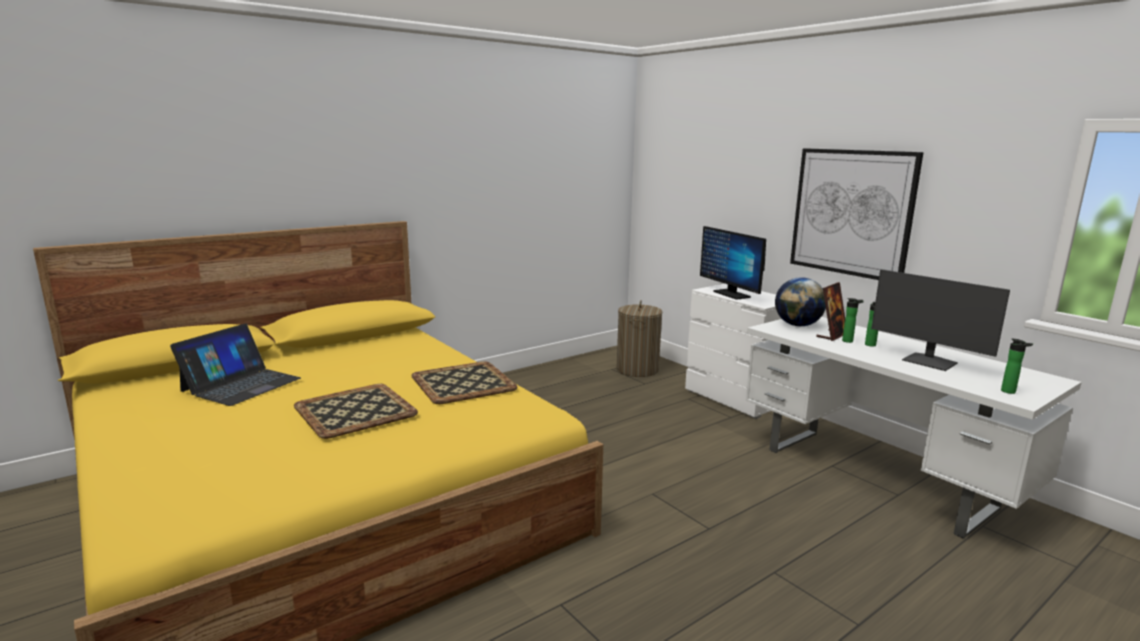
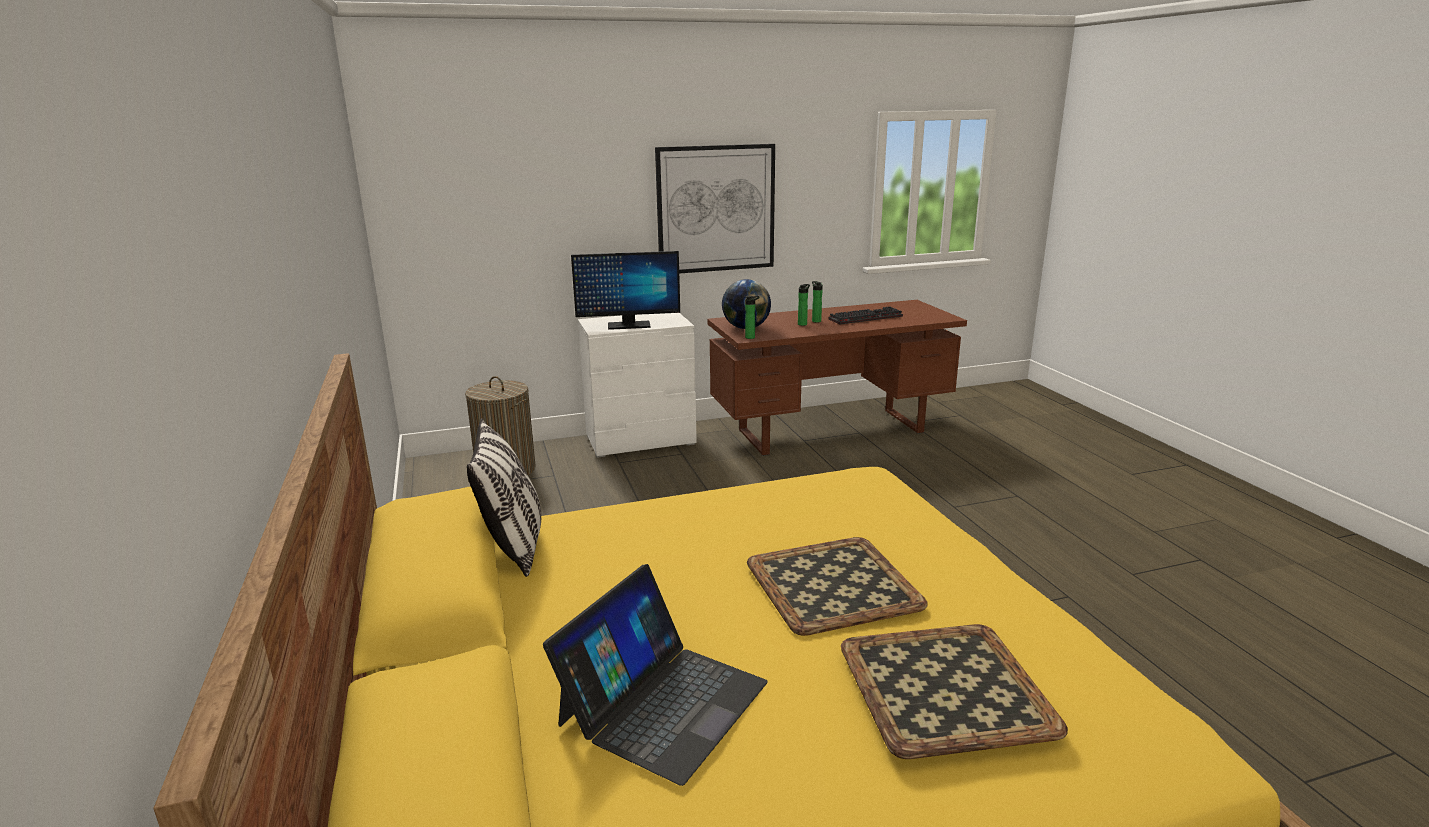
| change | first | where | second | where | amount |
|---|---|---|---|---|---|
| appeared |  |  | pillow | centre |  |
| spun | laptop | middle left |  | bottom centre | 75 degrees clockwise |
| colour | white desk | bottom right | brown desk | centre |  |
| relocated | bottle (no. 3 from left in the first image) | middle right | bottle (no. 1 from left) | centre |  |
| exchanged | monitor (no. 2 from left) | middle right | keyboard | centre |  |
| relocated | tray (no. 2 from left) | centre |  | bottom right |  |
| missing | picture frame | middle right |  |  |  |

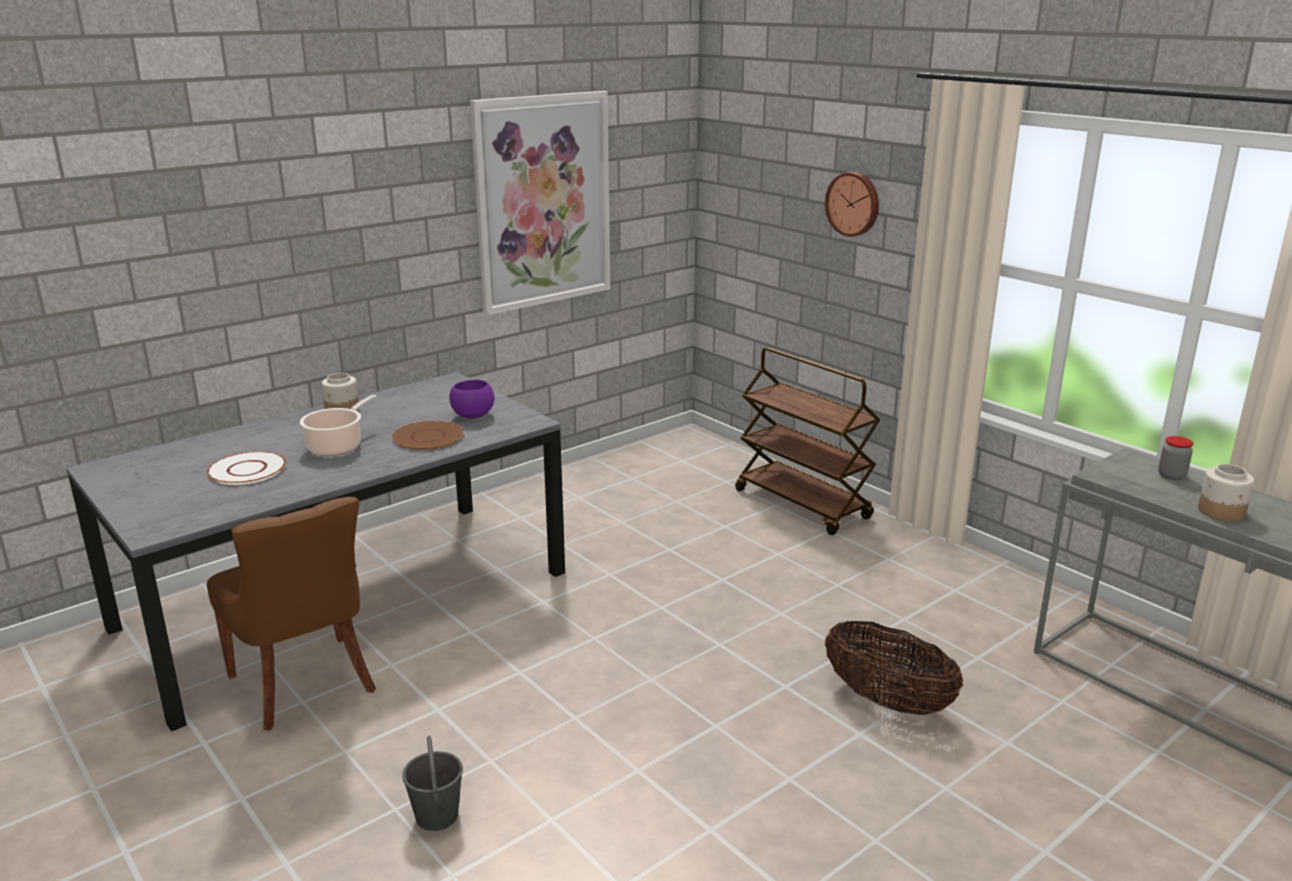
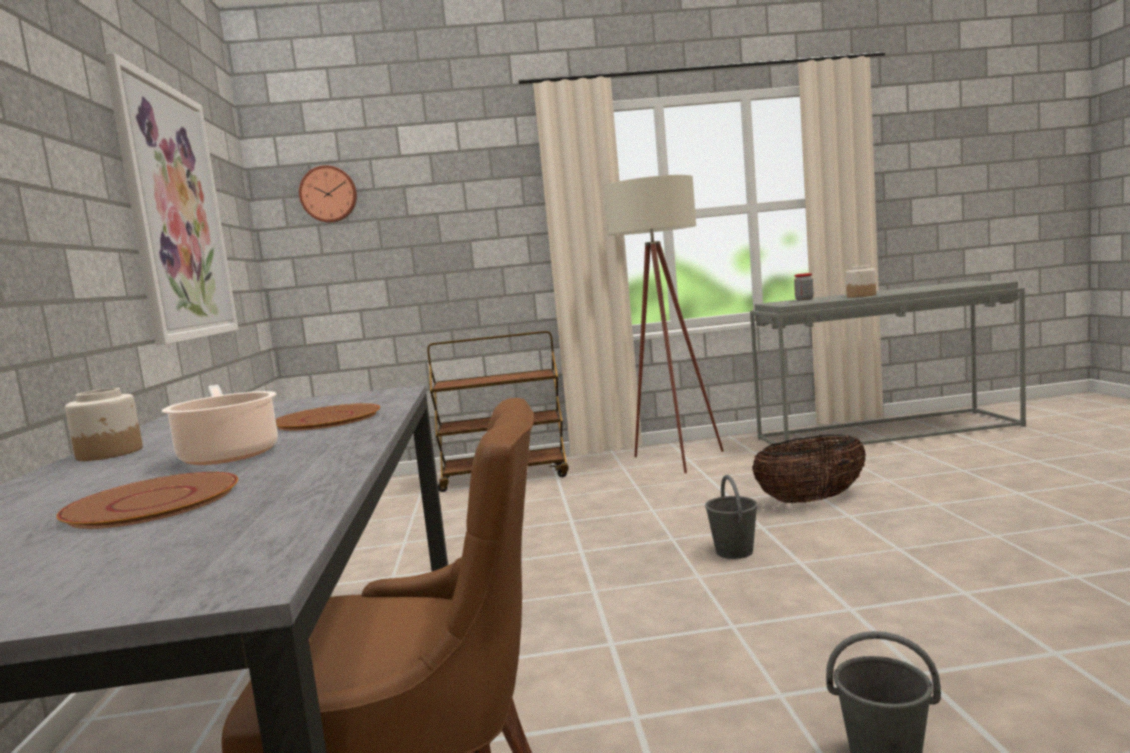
| change | first | where | second | where | amount |
|---|---|---|---|---|---|
| colour | white plate | middle left | brown plate (no. 1 from left) | middle left |  |
| relocated | wall clock | top centre |  | top left |  |
| appeared |  |  | beige floor lamp | centre |  |
| appeared |  |  | grey bucket (no. 1 from left) | bottom centre |  |
| missing | purple bowl | centre |  |  |  |

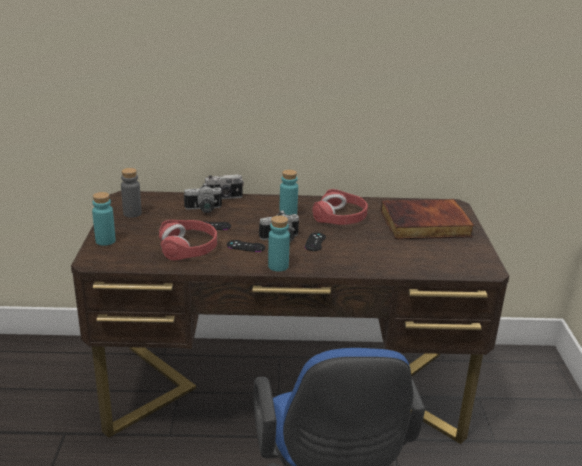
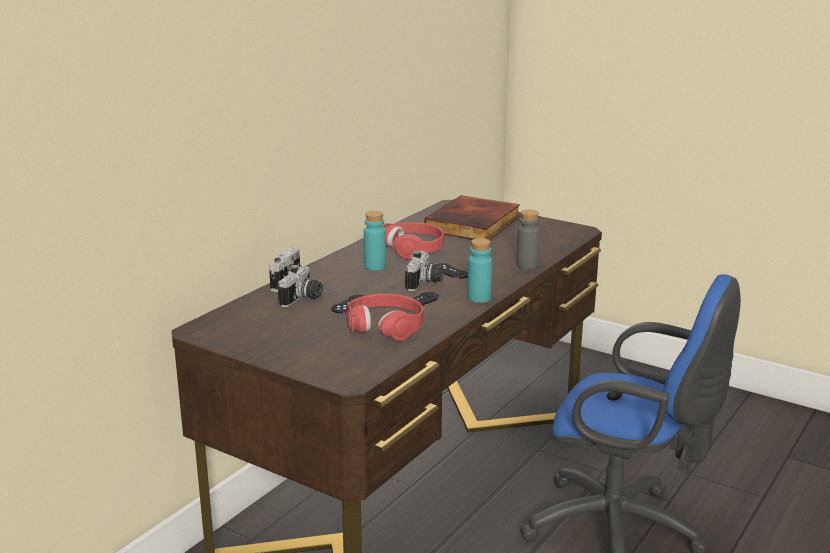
| change | first | where | second | where | amount |
|---|---|---|---|---|---|
| relocated | grey bottle | middle left |  | centre |  |
| missing | turquoise bottle (no. 1 from left) | middle left |  |  |  |

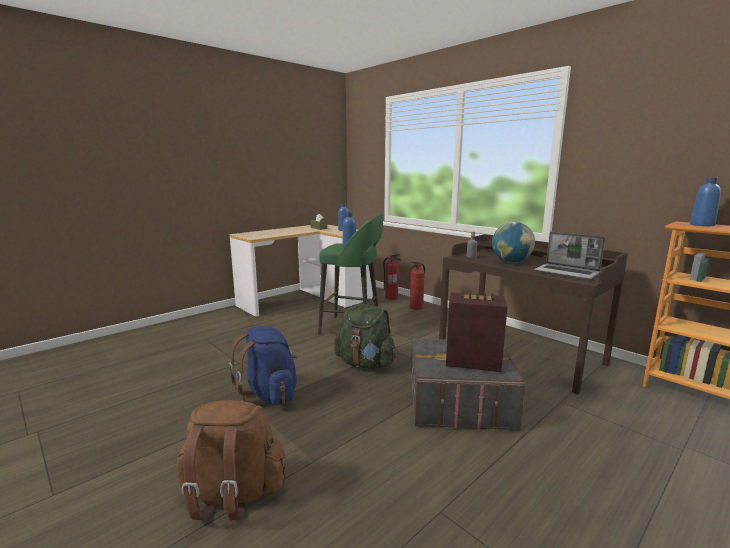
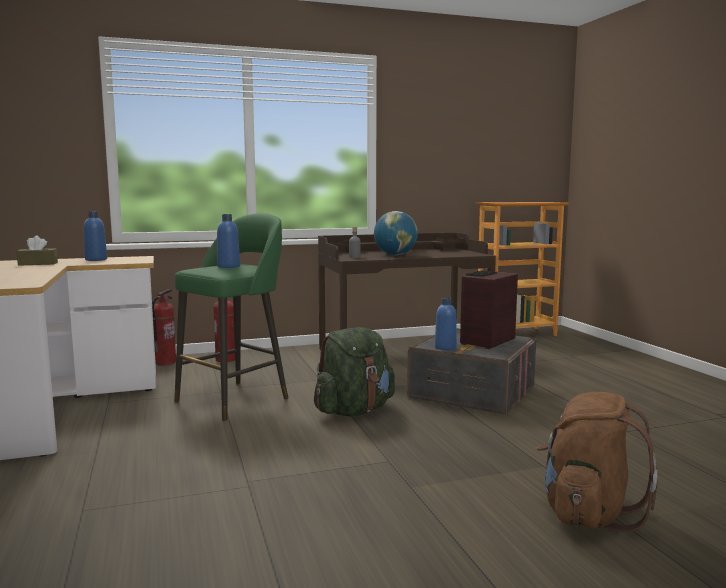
| change | first | where | second | where | amount |
|---|---|---|---|---|---|
| relocated | blue bottle (no. 3 from left) | middle right |  | centre |  |
| missing | blue backpack | centre |  |  |  |
| missing | laptop | middle right |  |  |  |

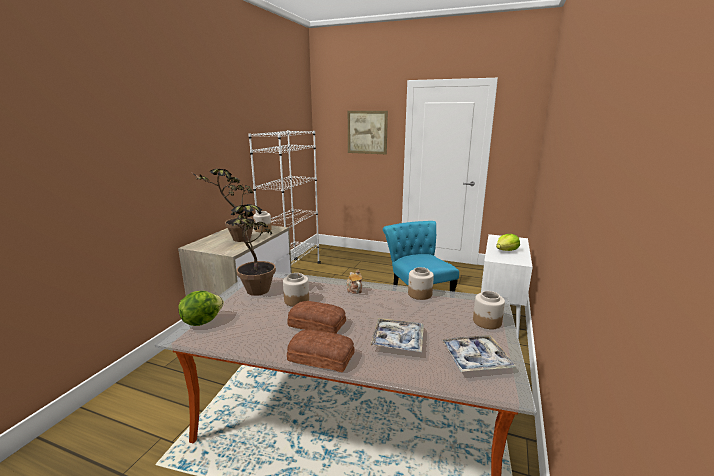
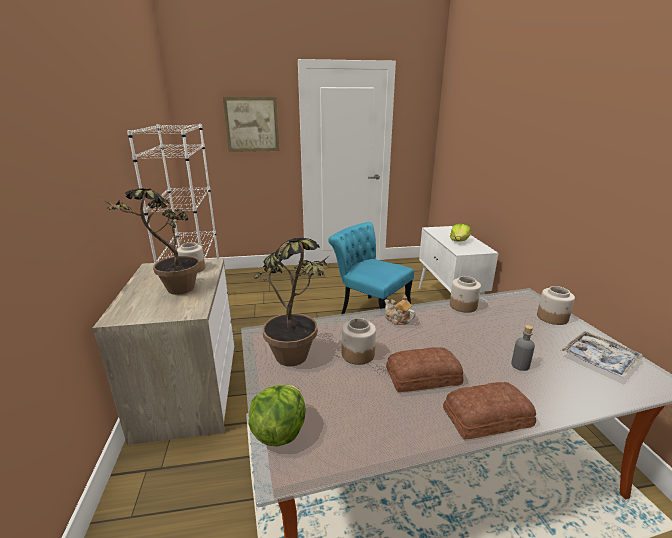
| change | first | where | second | where | amount |
|---|---|---|---|---|---|
| exchanged | tray (no. 1 from left) | bottom centre | grey bottle | middle right |  |

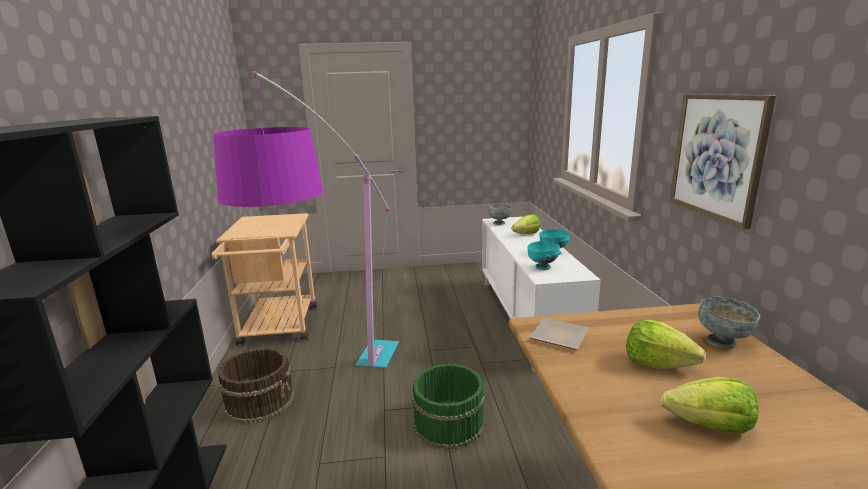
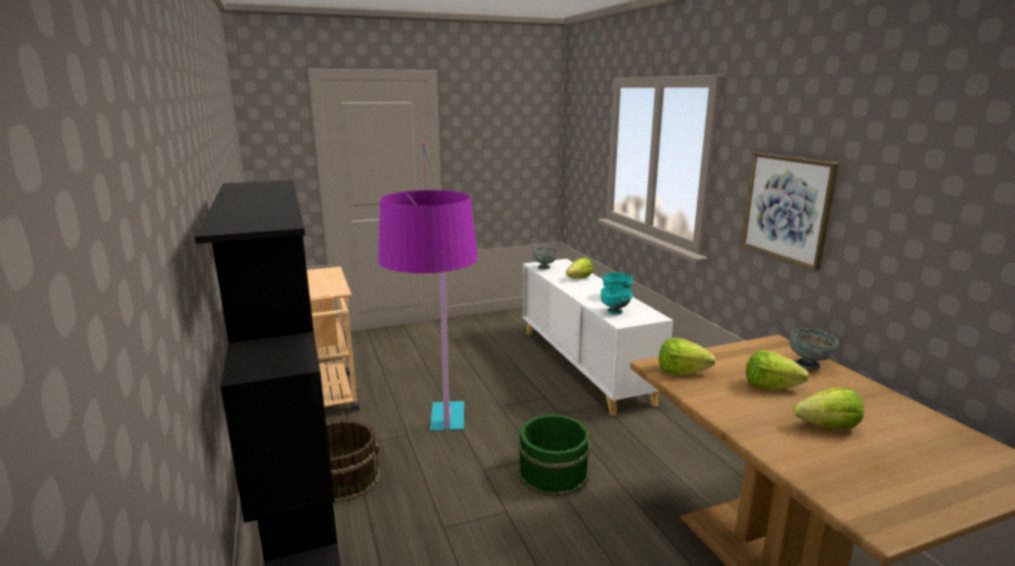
| change | first | where | second | where | amount |
|---|---|---|---|---|---|
| exchanged | plate | bottom centre | lettuce (no. 2 from left) | middle right |  |

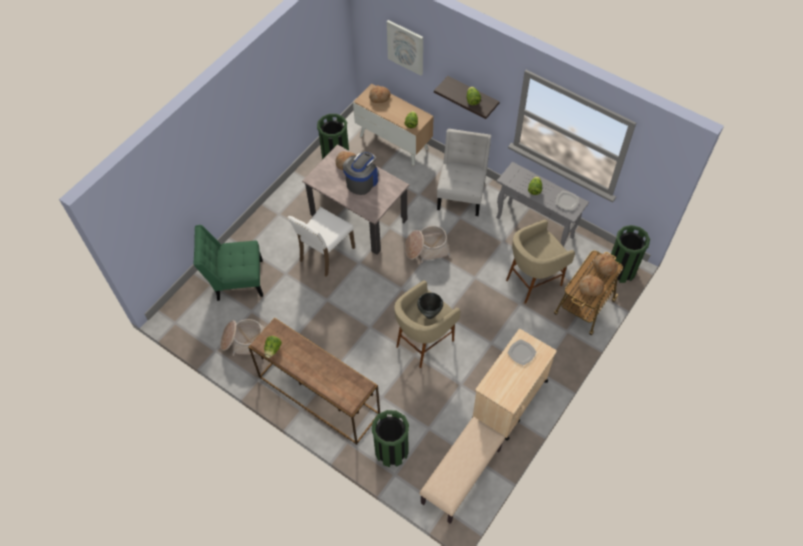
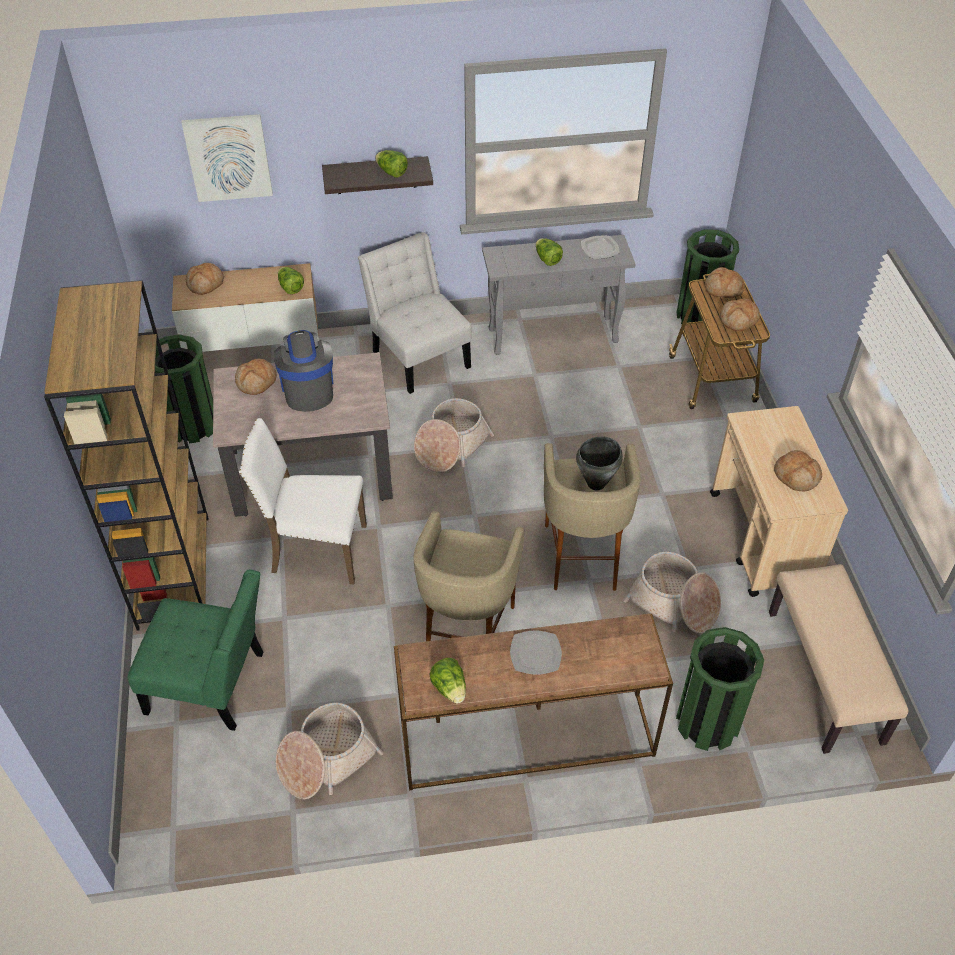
| change | first | where | second | where | amount |
|---|---|---|---|---|---|
| appeared |  |  | brown bookcase | middle left |  |
| spun | green chair | middle left |  | bottom left | 120 degrees counterclockwise |
| spun | white chair (no. 1 from left) | centre |  | middle left | 105 degrees clockwise |
| relocated | beige stool (no. 2 from left in the first image) | middle right | beige stool (no. 1 from left) | centre |  |
| relocated | plate (no. 1 from left) | centre |  | bottom centre |  |
| appeared |  |  | basket (no. 3 from left) | middle right |  |
| appeared |  |  | bread (no. 5 from left) | middle right |  |

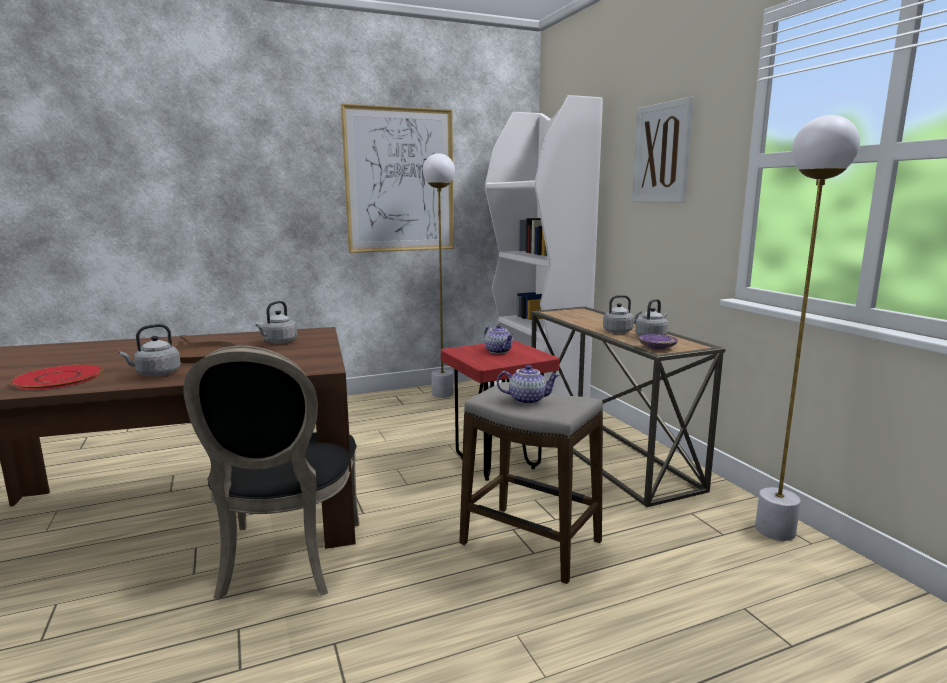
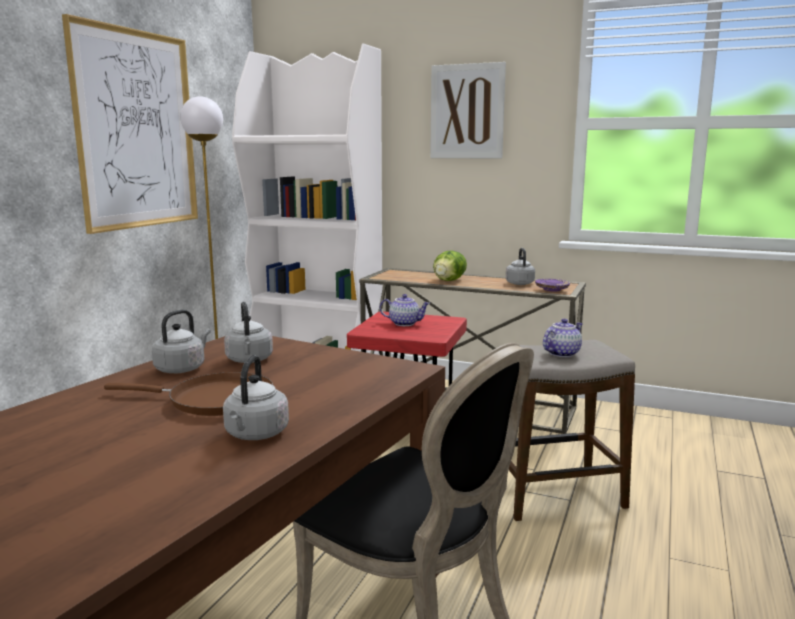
| change | first | where | second | where | amount |
|---|---|---|---|---|---|
| relocated | grey kettle (no. 3 from left in the first image) | centre | grey kettle (no. 1 from left) | middle left |  |
| appeared |  |  | lettuce | centre |  |
| missing | red plate | middle left |  |  |  |
| missing | white floor lamp (no. 2 from left) | middle right |  |  |  |

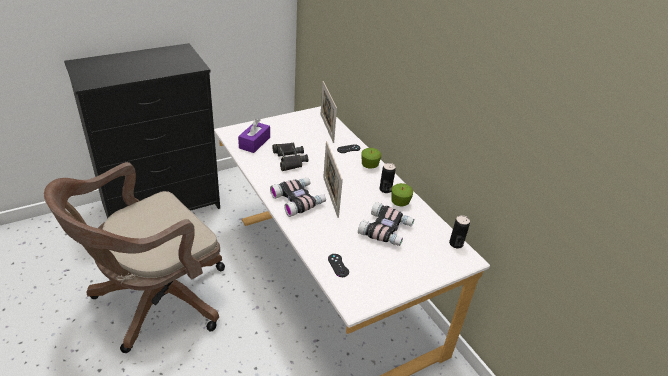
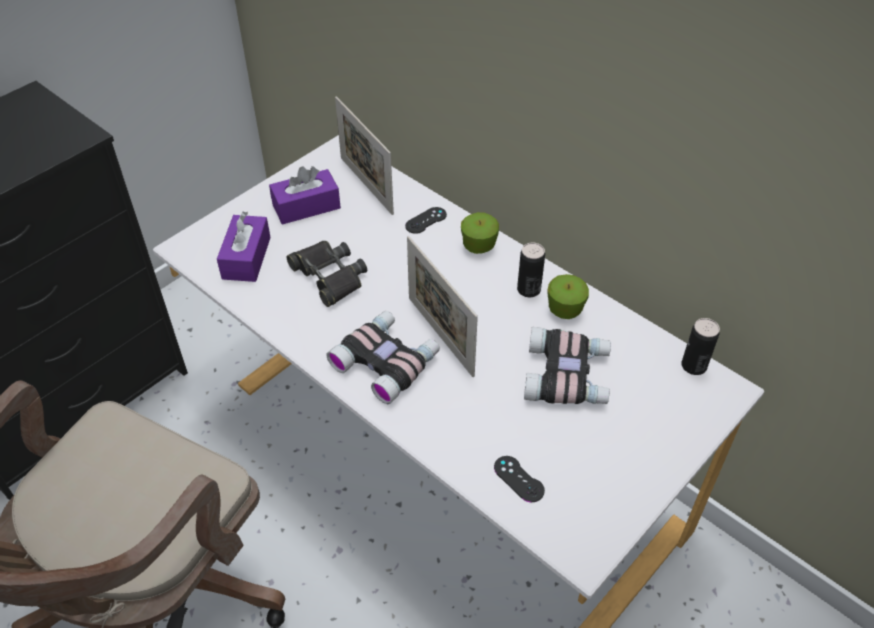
| change | first | where | second | where | amount |
|---|---|---|---|---|---|
| appeared |  |  | purple tissue box (no. 2 from left) | top centre |  |

